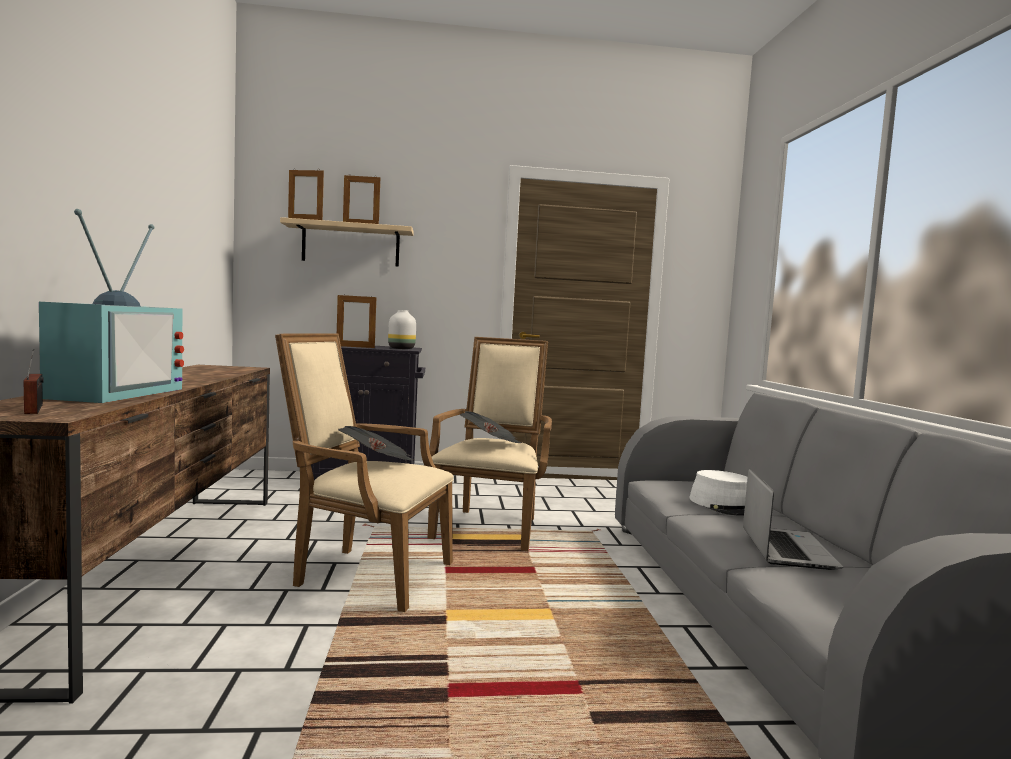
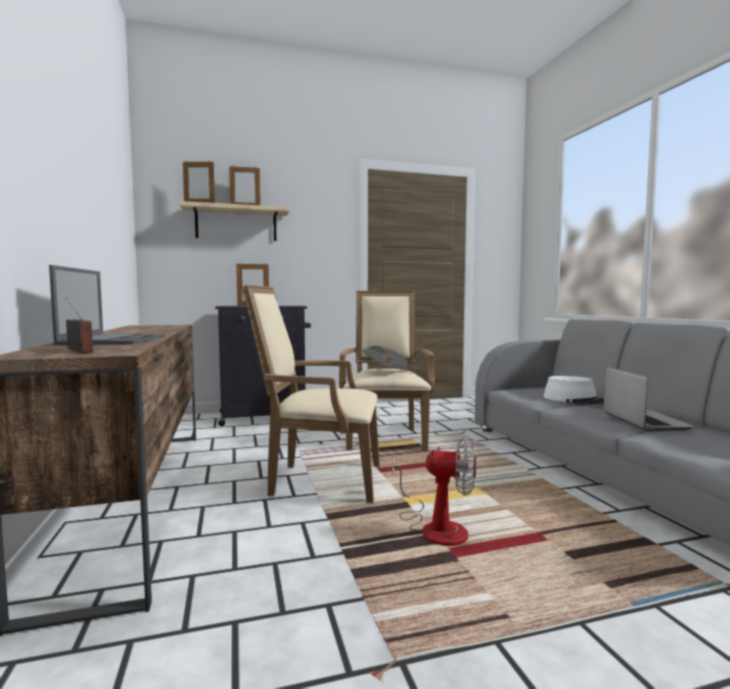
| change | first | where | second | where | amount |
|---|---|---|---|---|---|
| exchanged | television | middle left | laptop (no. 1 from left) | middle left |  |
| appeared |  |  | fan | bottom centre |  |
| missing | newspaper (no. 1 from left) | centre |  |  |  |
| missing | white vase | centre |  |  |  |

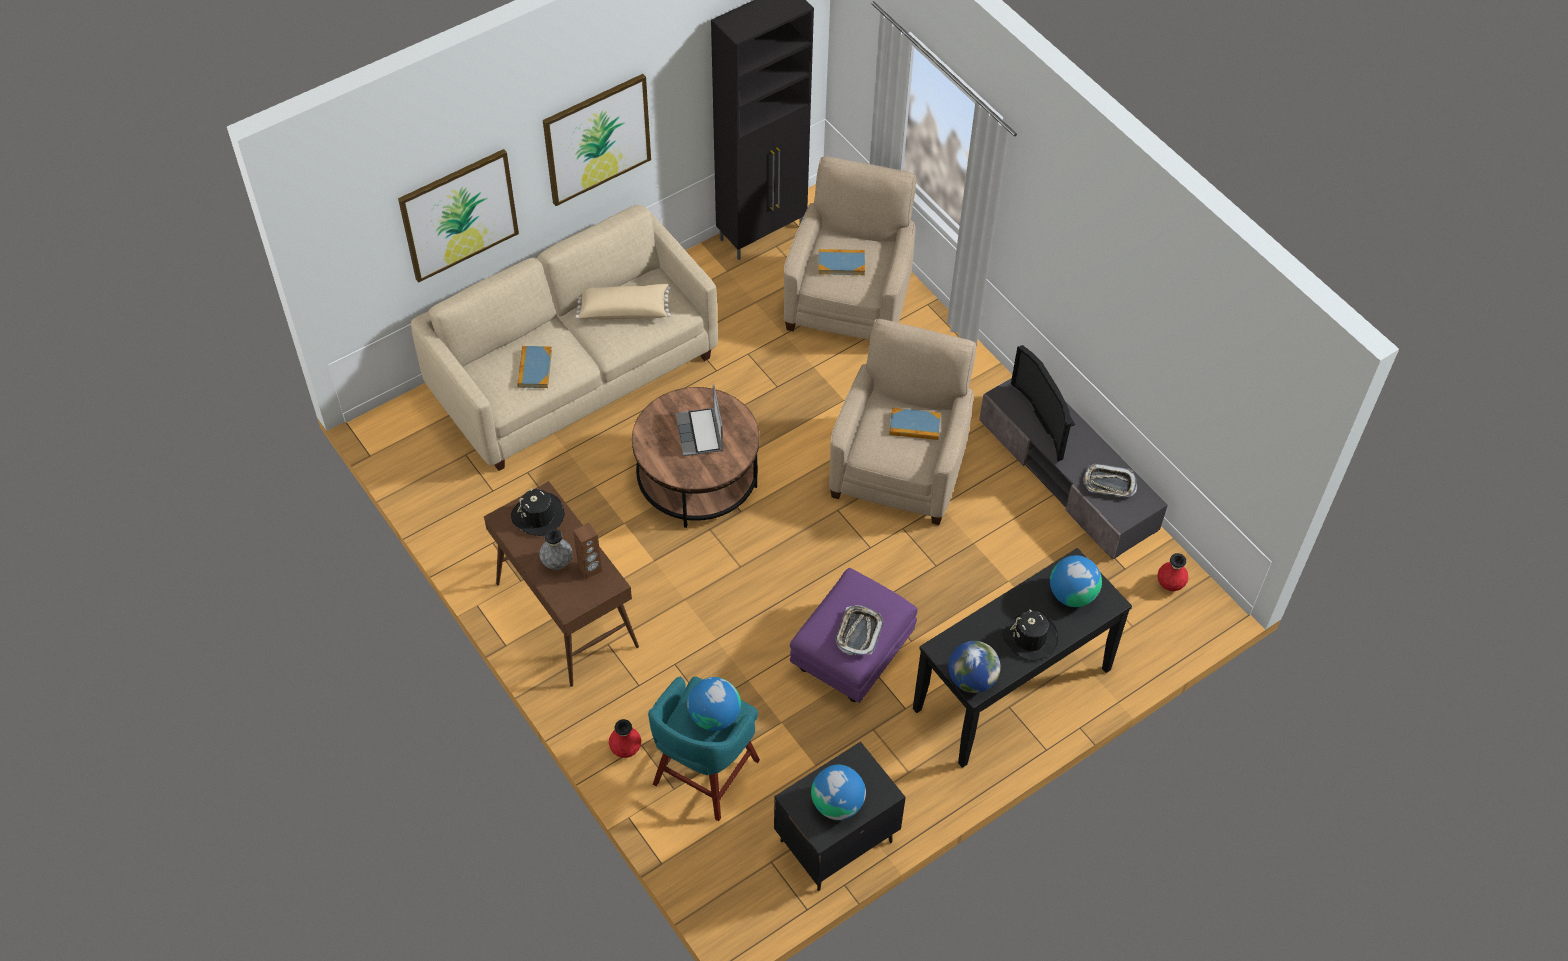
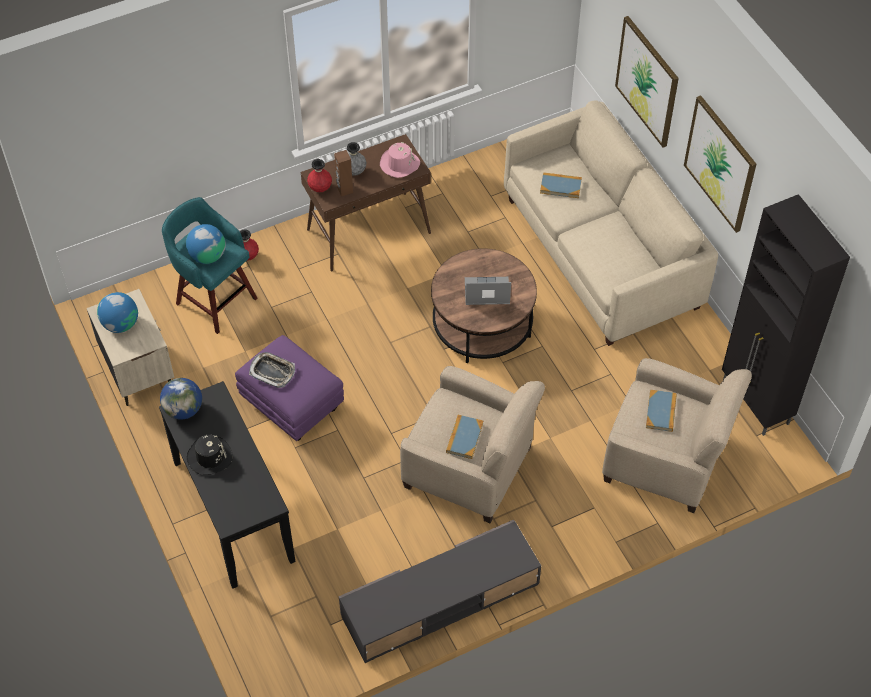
| change | first | where | second | where | amount |
|---|---|---|---|---|---|
| colour | black nightstand | bottom centre | beige nightstand | middle left |  |
| relocated | red vase (no. 2 from left) | middle right |  | top centre |  |
| colour | black hat (no. 1 from left) | centre | pink hat | top centre |  |
| missing | beige pillow | top centre |  |  |  |
| missing | television | centre |  |  |  |
| missing | globe (no. 4 from left) | middle right |  |  |  |
| missing | tray (no. 2 from left) | middle right |  |  |  |

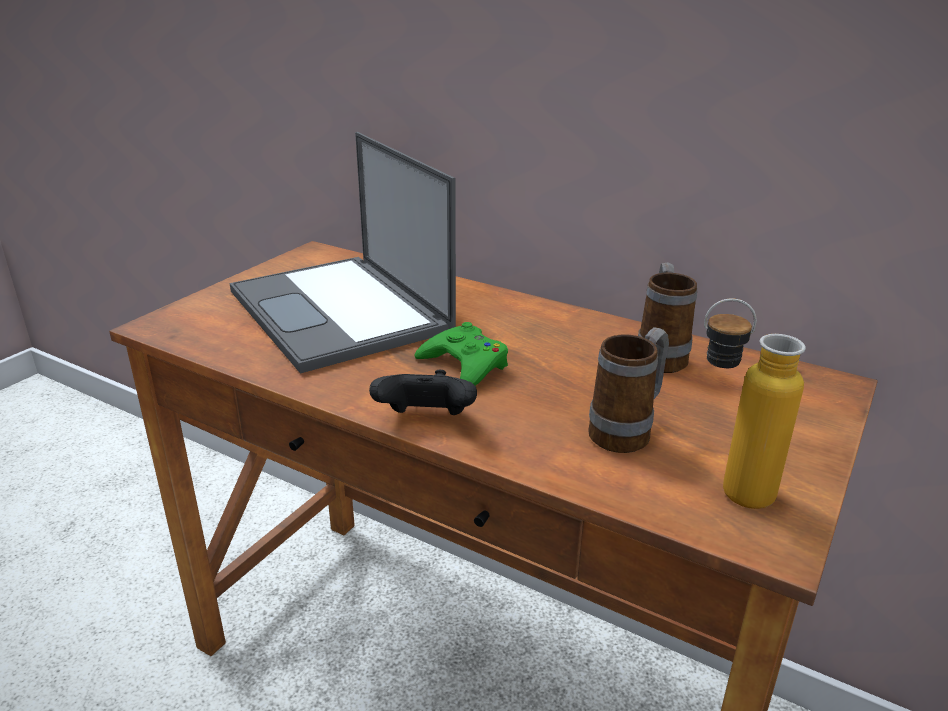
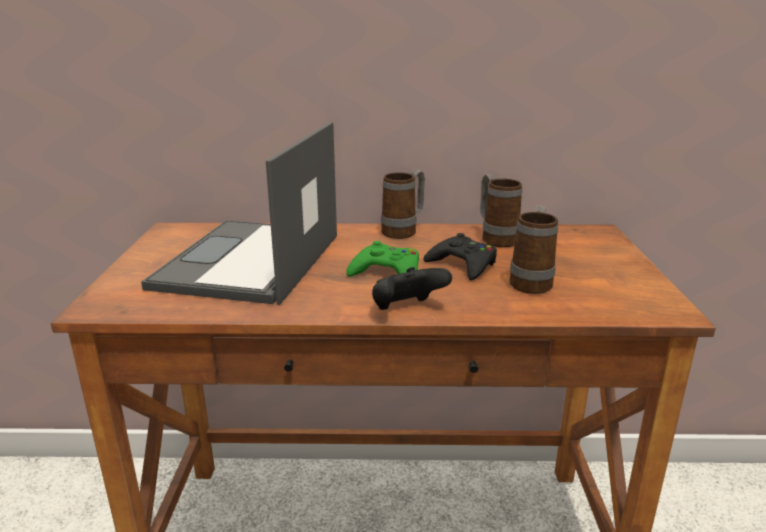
| change | first | where | second | where | amount |
|---|---|---|---|---|---|
| spun | laptop | centre |  | middle left | 75 degrees clockwise |
| appeared |  |  | mug (no. 1 from left) | centre |  |
| appeared |  |  | black game controller (no. 2 from left) | centre |  |
| missing | bottle | middle right |  |  |  |

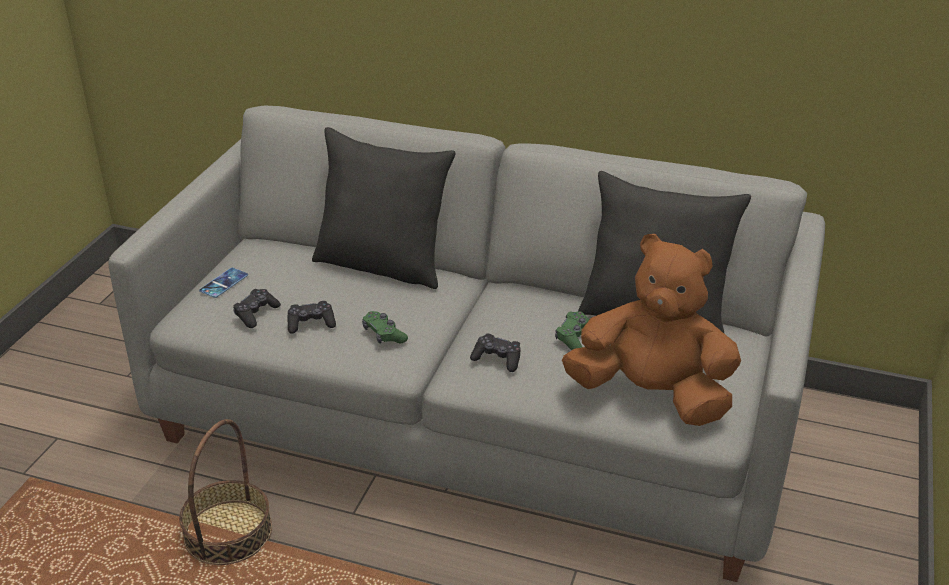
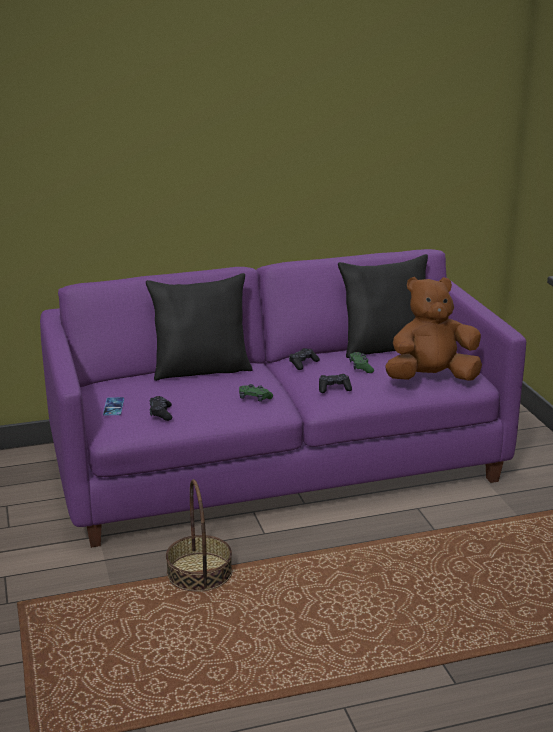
| change | first | where | second | where | amount |
|---|---|---|---|---|---|
| colour | grey sofa | centre | purple sofa | centre |  |
| relocated | black game controller (no. 2 from left) | middle left |  | centre |  |

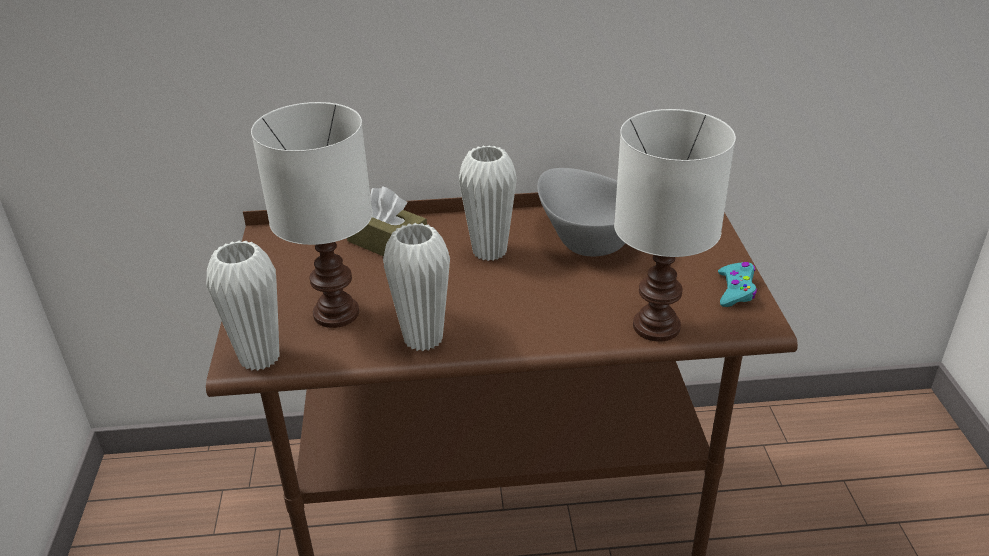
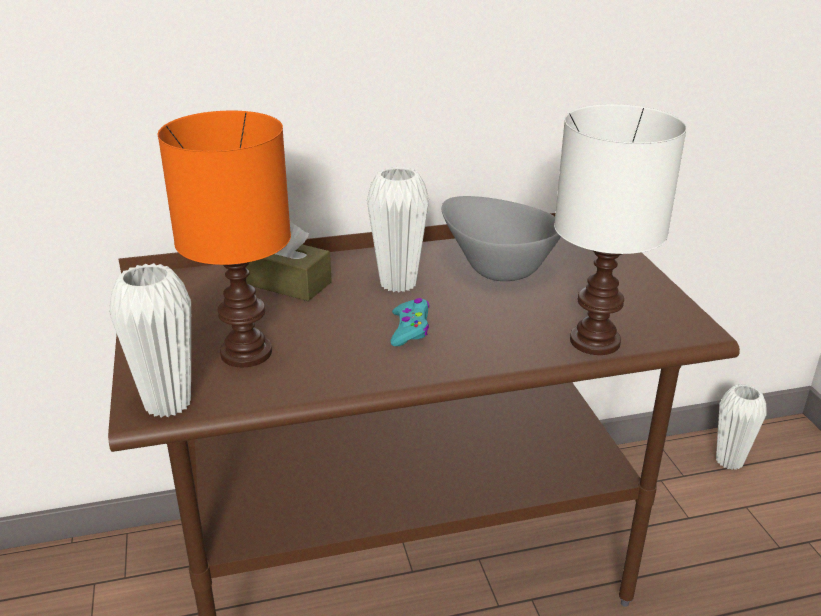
| change | first | where | second | where | amount |
|---|---|---|---|---|---|
| colour | white table lamp (no. 1 from left) | middle left | orange table lamp | middle left |  |
| relocated | turquoise game controller | middle right |  | centre |  |
| relocated | white vase (no. 2 from left in the first image) | centre | white vase (no. 3 from left) | bottom right |  |

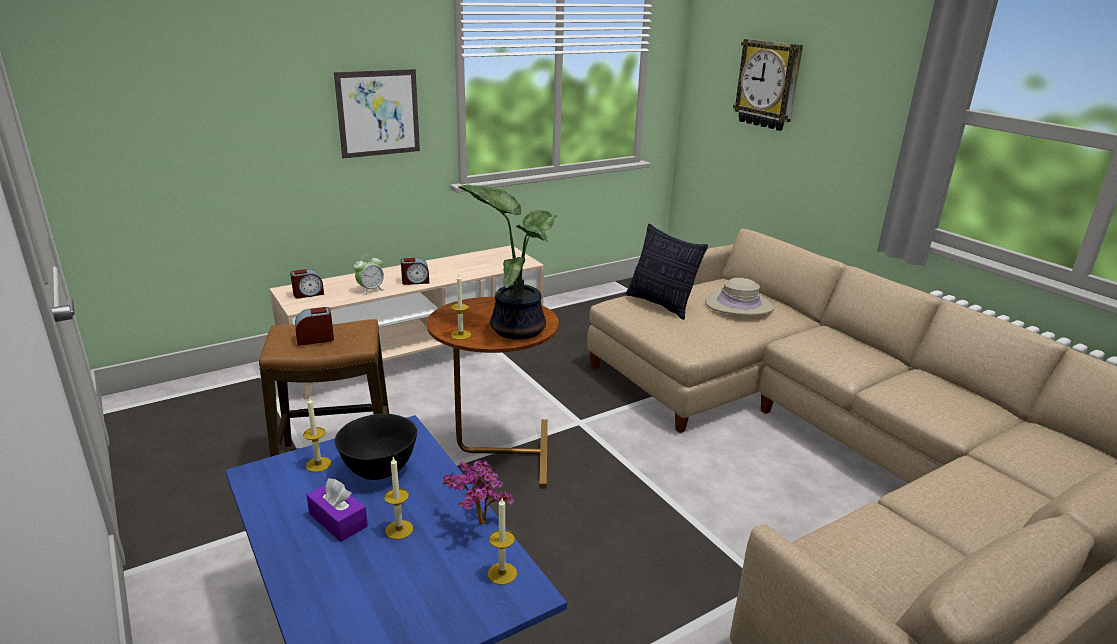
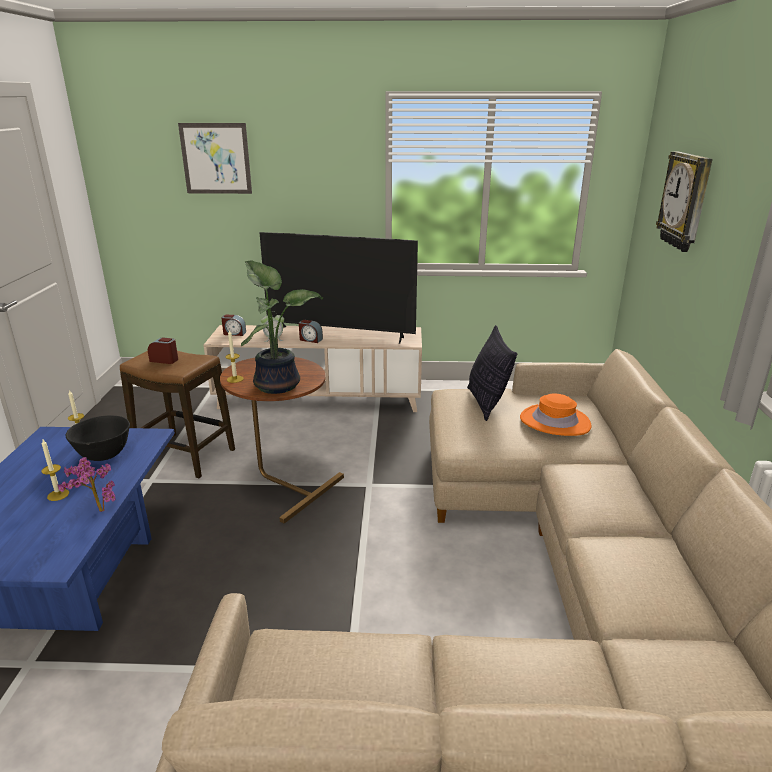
| change | first | where | second | where | amount |
|---|---|---|---|---|---|
| relocated | picture | top centre |  | top left |  |
| appeared |  |  | television | centre |  |
| colour | beige hat | centre | orange hat | middle right |  |
| missing | purple tissue box | bottom left |  |  |  |
| missing | candle (no. 4 from left) | bottom centre |  |  |  |

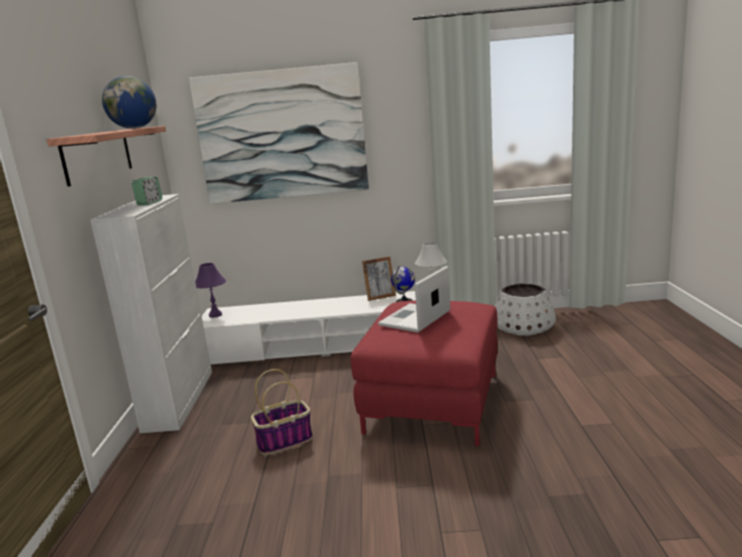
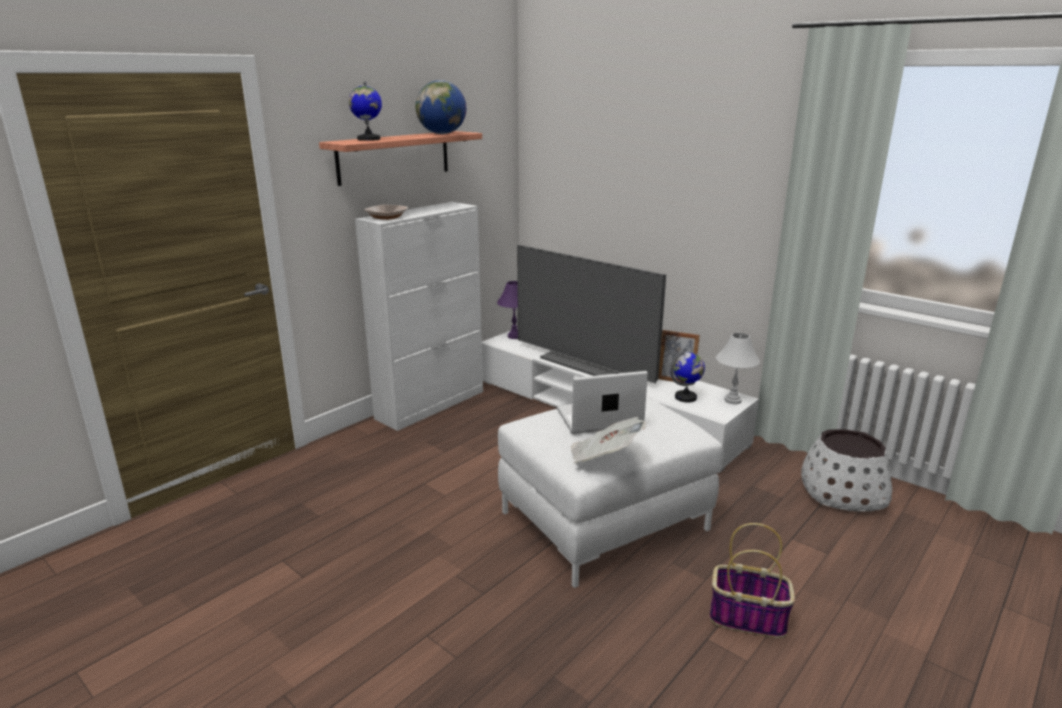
| change | first | where | second | where | amount |
|---|---|---|---|---|---|
| appeared |  |  | globe (no. 1 from left) | top centre |  |
| appeared |  |  | bowl | top centre |  |
| colour | red ottoman | bottom centre | white ottoman | bottom centre |  |
| appeared |  |  | television | centre |  |
| appeared |  |  | newspaper | centre |  |
| relocated | basket | bottom centre |  | bottom right |  |
| missing | alarm clock | middle left |  |  |  |
| missing | picture | top centre |  |  |  |

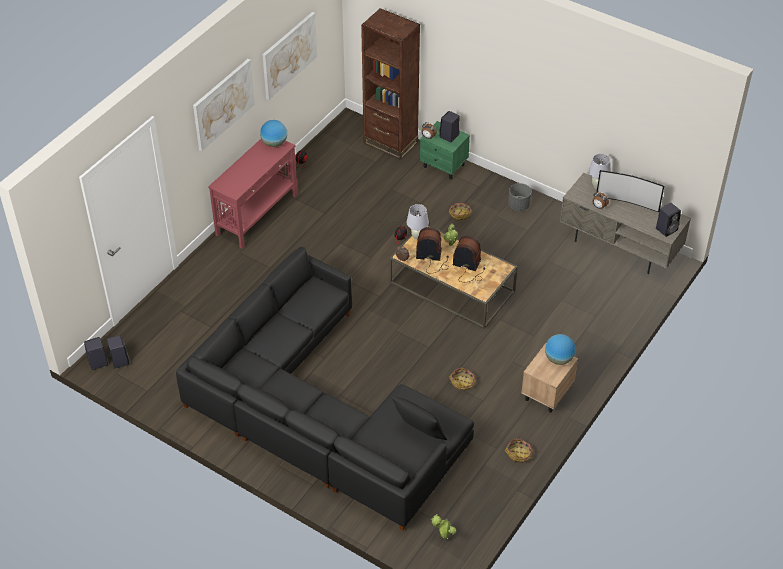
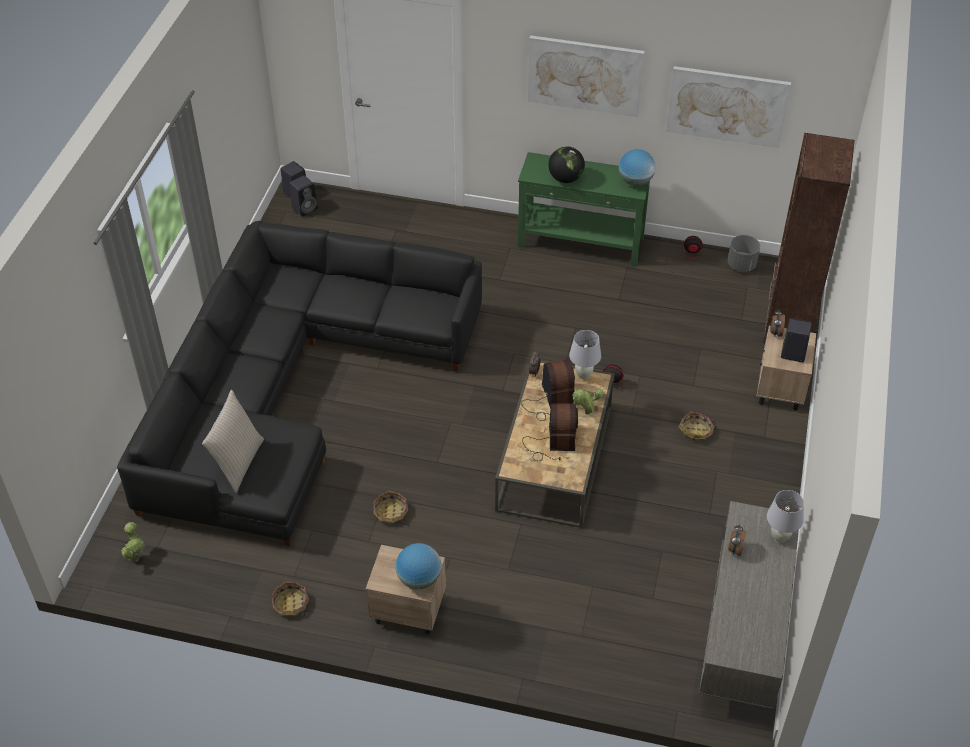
| change | first | where | second | where | amount |
|---|---|---|---|---|---|
| colour | black pillow | bottom centre | beige pillow | middle left |  |
| colour | red console table | middle left | green console table | top centre |  |
| appeared |  |  | globe (no. 2 from left) | top centre |  |
| relocated | grey planter | centre |  | middle right |  |
| colour | green nightstand | top centre | beige nightstand (no. 2 from left) | middle right |  |
| missing | television | middle right |  |  |  |
| missing | black speaker (no. 4 from left) | middle right |  |  |  |

